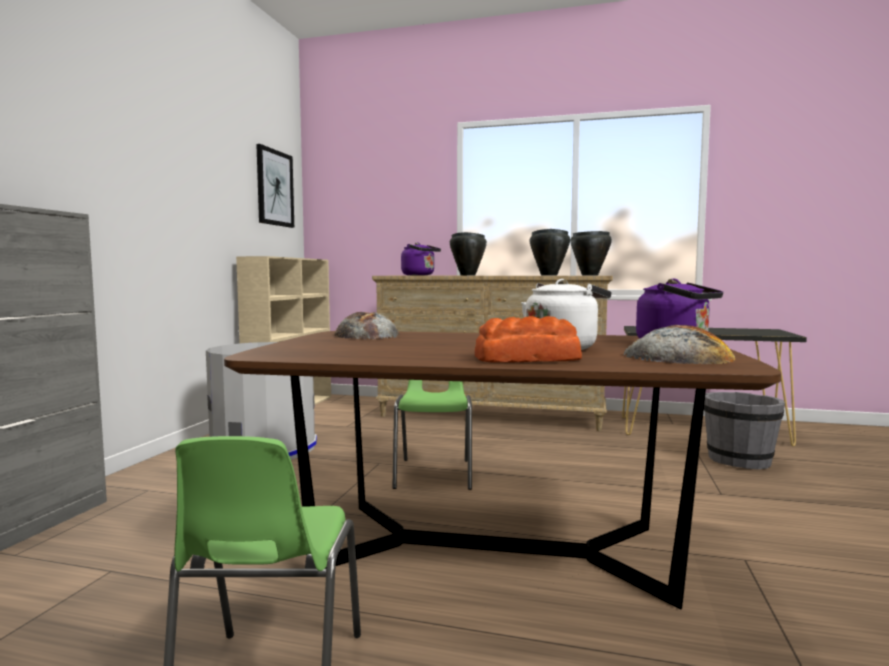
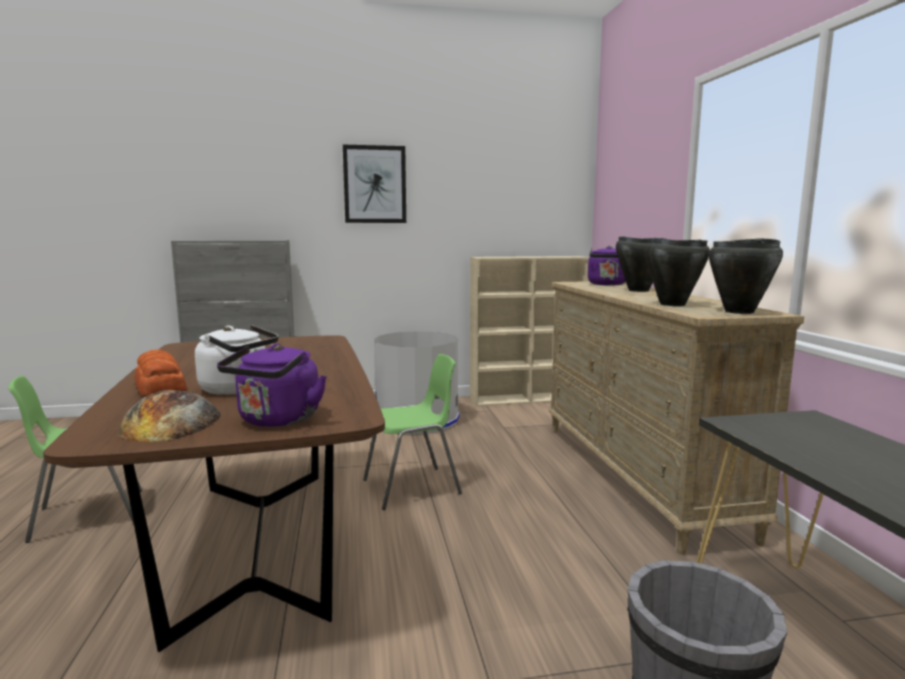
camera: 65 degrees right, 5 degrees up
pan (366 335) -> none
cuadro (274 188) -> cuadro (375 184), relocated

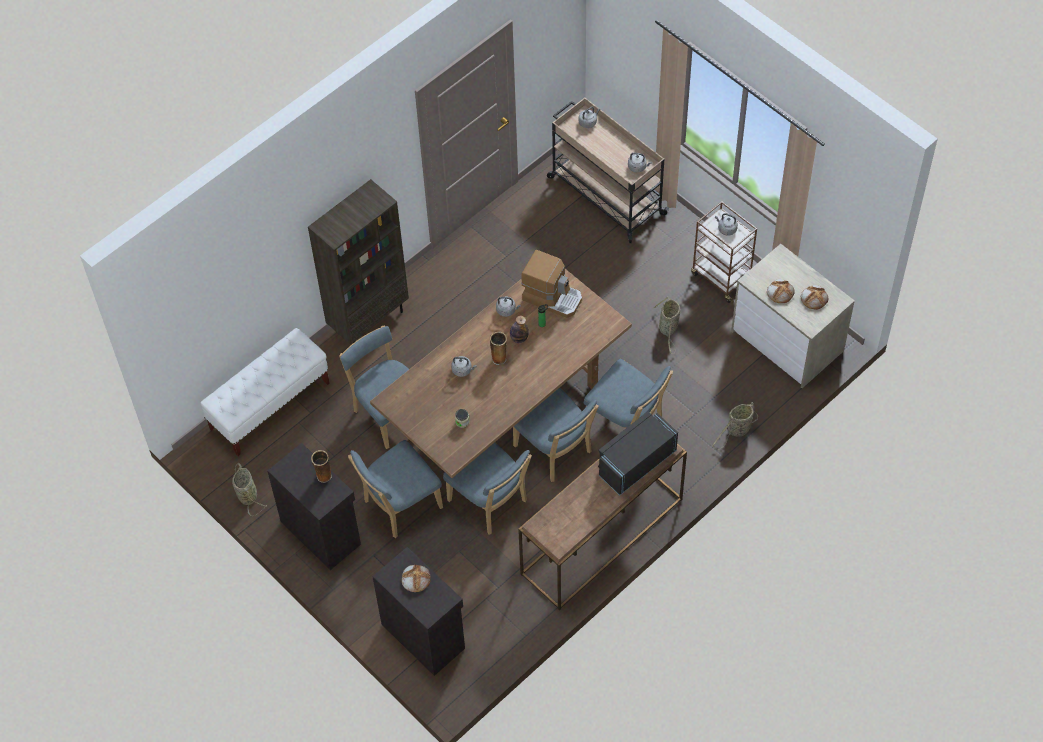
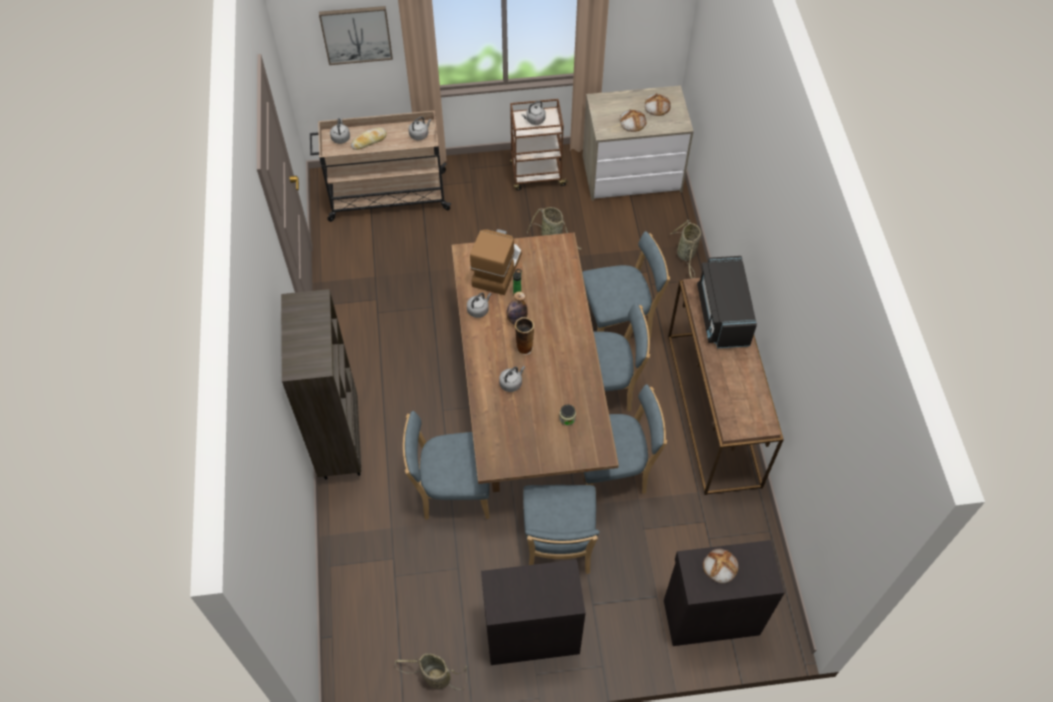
camera: 55 degrees left, 0 degrees up
banco/blanco (270 406) -> none
florero (323 477) -> none
none -> cuadro (356 34)
none -> pan (369 141)
cafetera (552 297) -> cafetera (496 269), 45 degrees counterclockwise

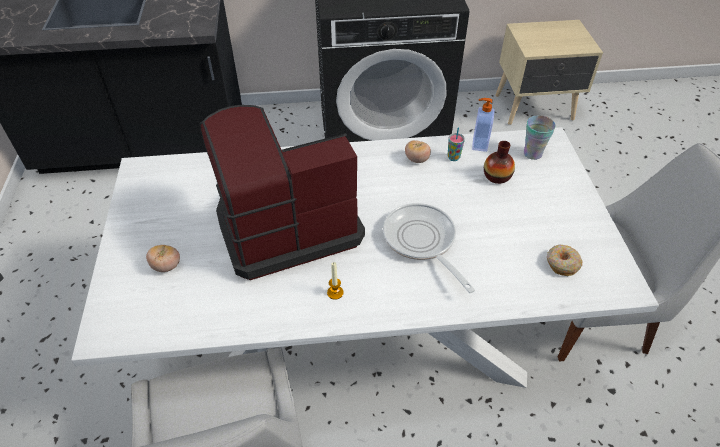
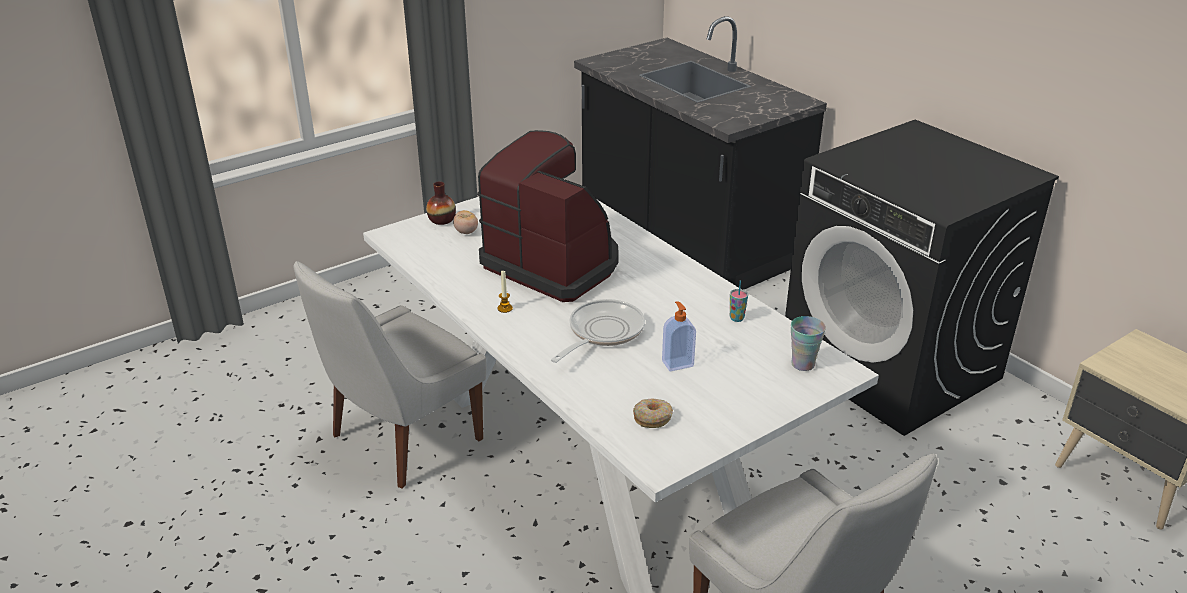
camera: 60 degrees right, 15 degrees down
tomate (417 159) -> none
dispensador de jabón (479 144) -> dispensador de jabón (677 363), relocated
florero (497 176) -> florero (442 220), relocated

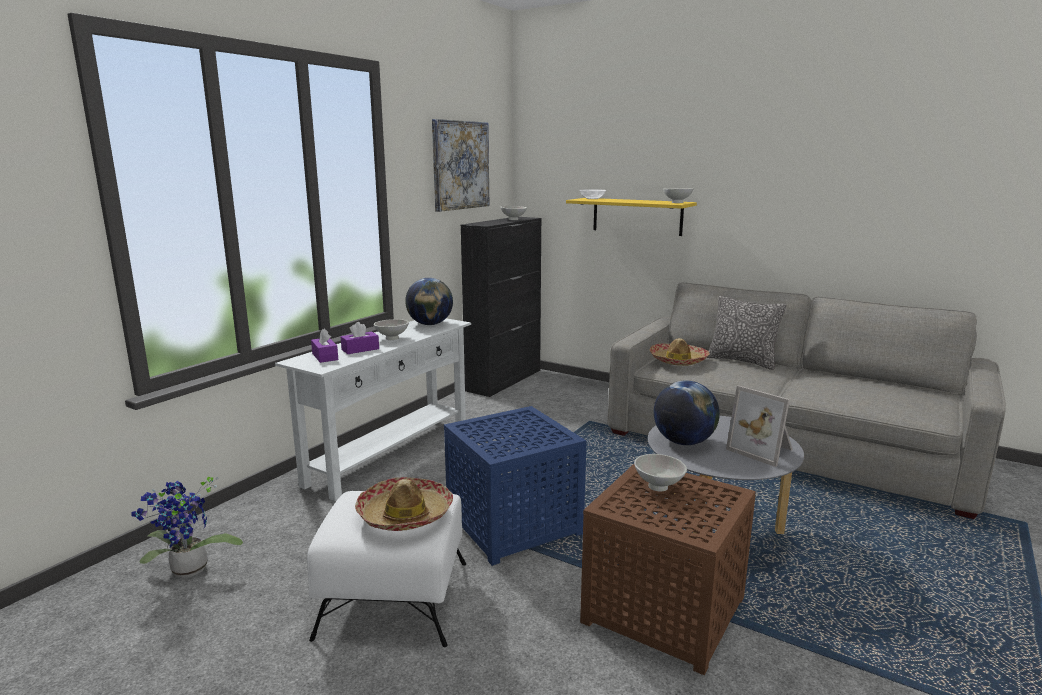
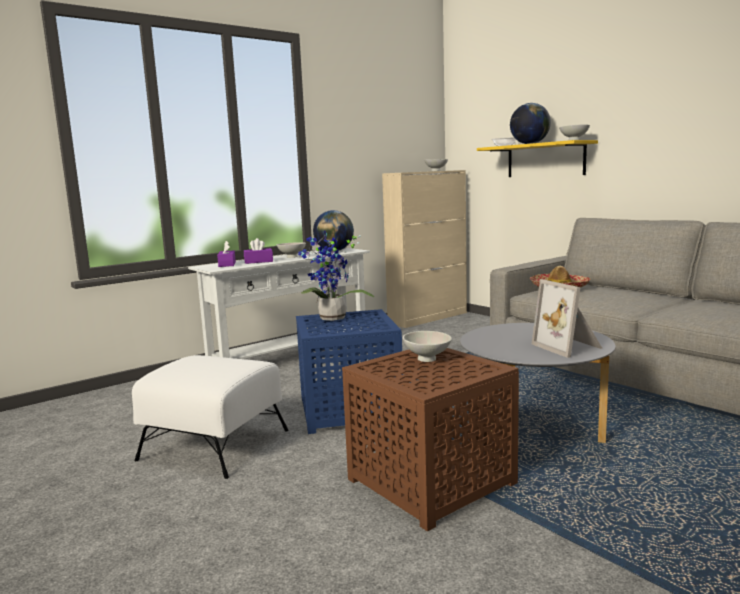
camera: 20 degrees right, 5 degrees down
sombrero (405 514) -> none
cuadro (460 165) -> none
cojín (742 361) -> none
planta en maceta (188 572) -> planta en maceta (331 319), relocated
globo terráqueo (683 442) -> globo terráqueo (529 144), relocated
armario/negro (504 380) -> armario/beis (428 318)

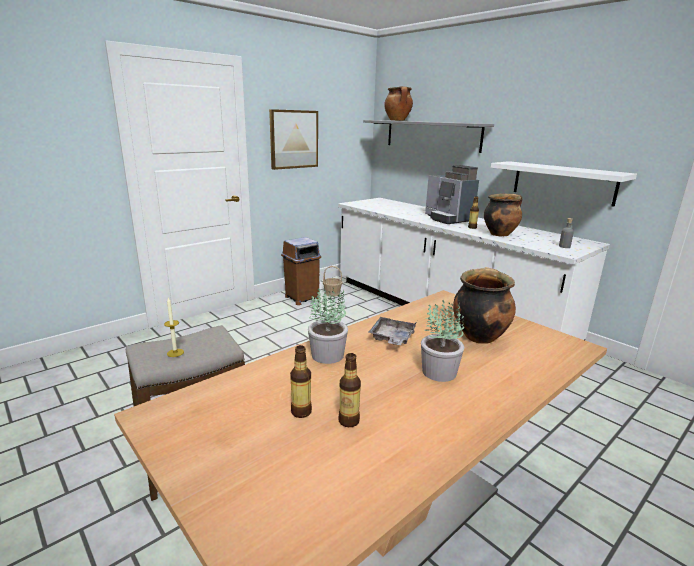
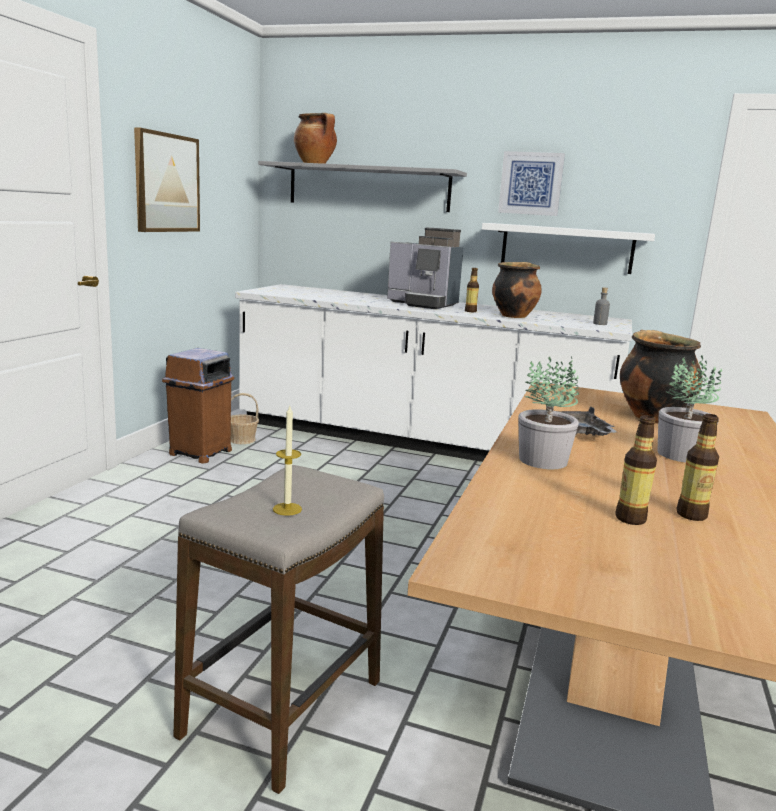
camera: 30 degrees left, 5 degrees down
none -> cuadro (531 183)

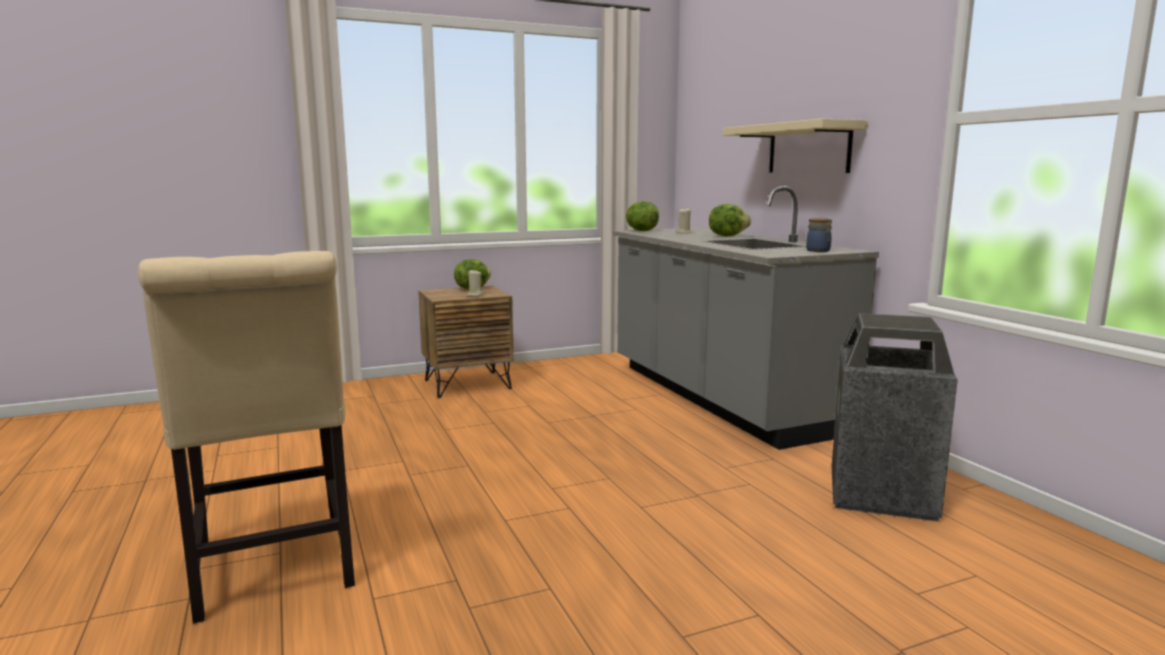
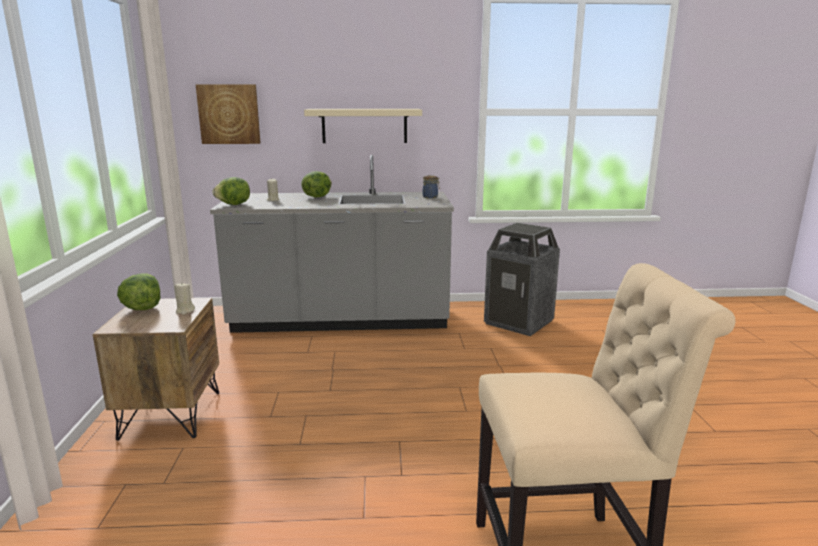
camera: 70 degrees left, 5 degrees up
none -> cuadro (229 114)

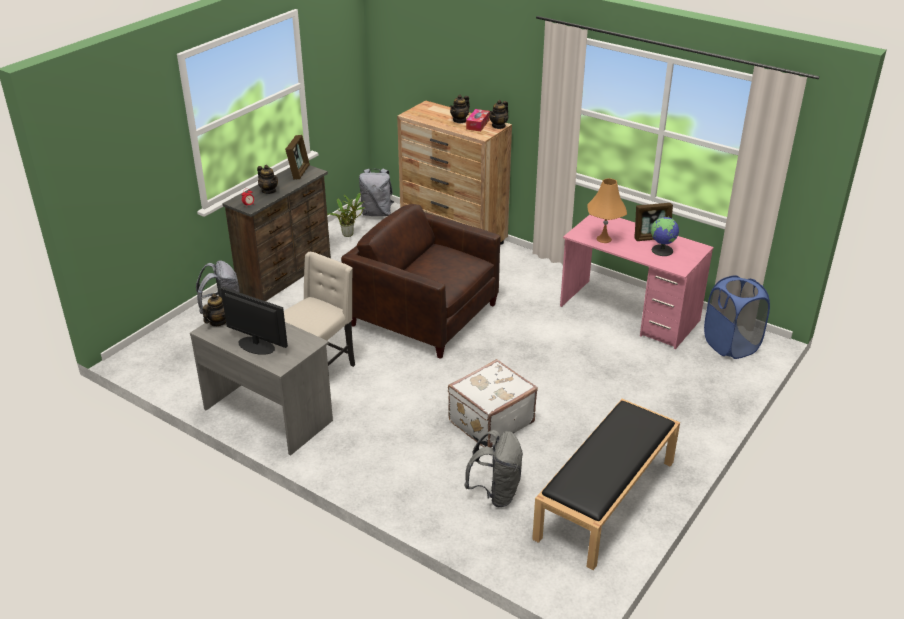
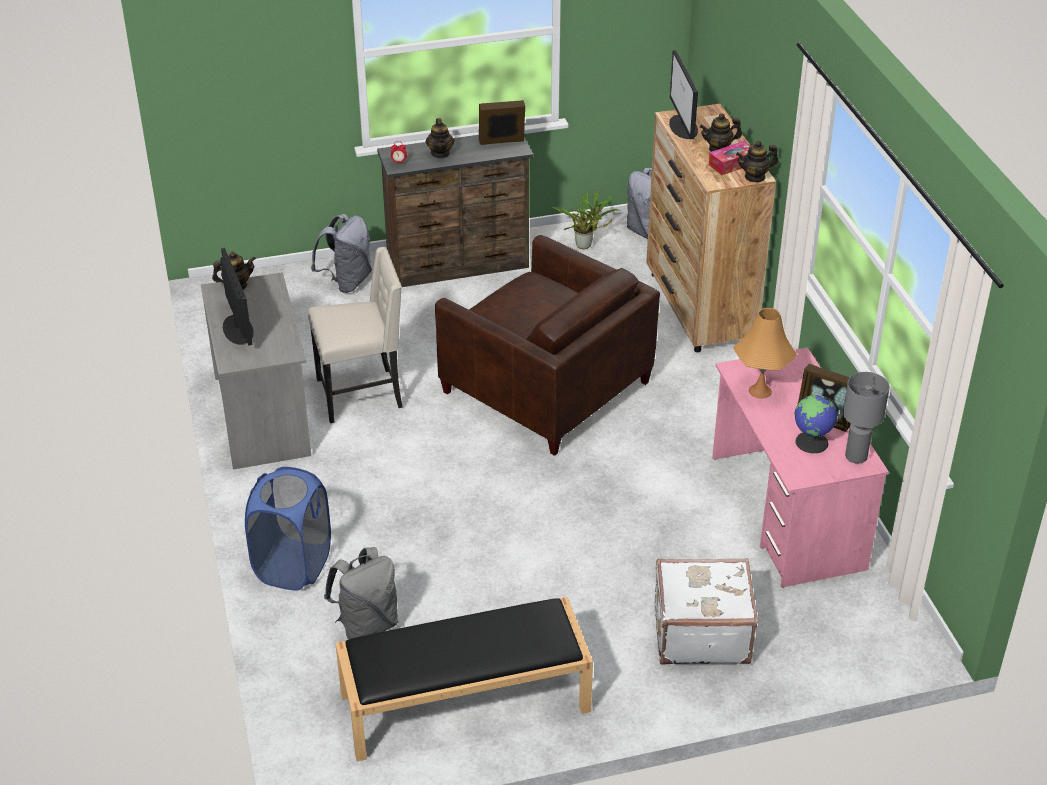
camera: 40 degrees right, 5 degrees up
none -> monitor (683 127)
none -> lámpara de mesa/gris (856 456)
maleta/blanco (490 421) -> maleta/blanco (700 633), relocated
cesto de la ropa/azul (730 345) -> cesto de la ropa/azul (293 566), relocated
portarretratos (299 172) -> portarretratos (501 142), 150 degrees counterclockwise
sillón/marrón (424 315) -> sillón/marrón (545 387), 150 degrees clockwise

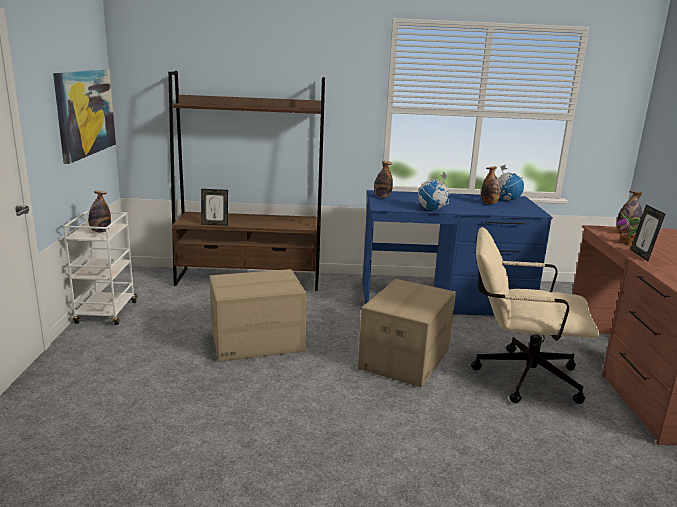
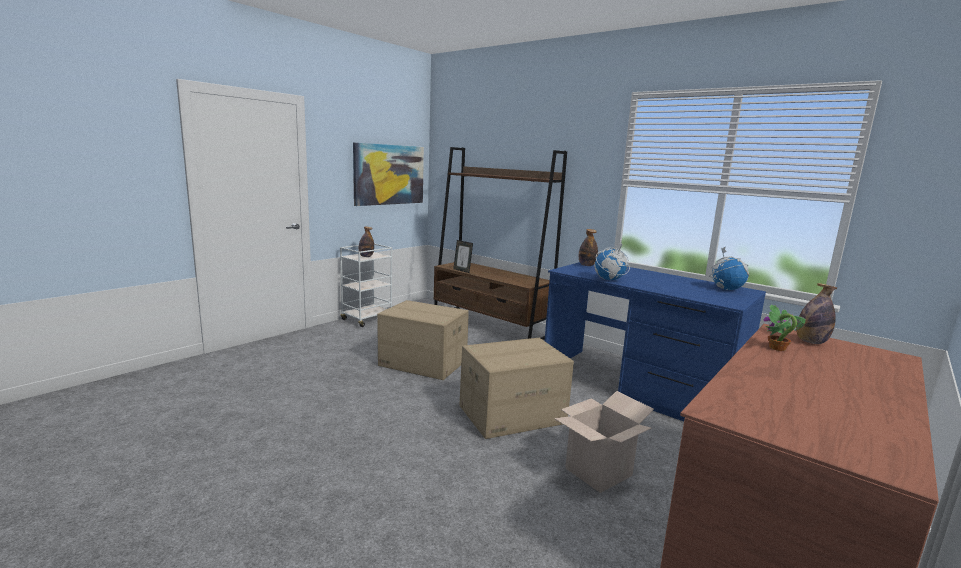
camera: 40 degrees right, 5 degrees down
botella (489 203) -> none
portarretratos (641 255) -> none
silla de oficina/beis (517 376) -> caja de cartón (598 472)

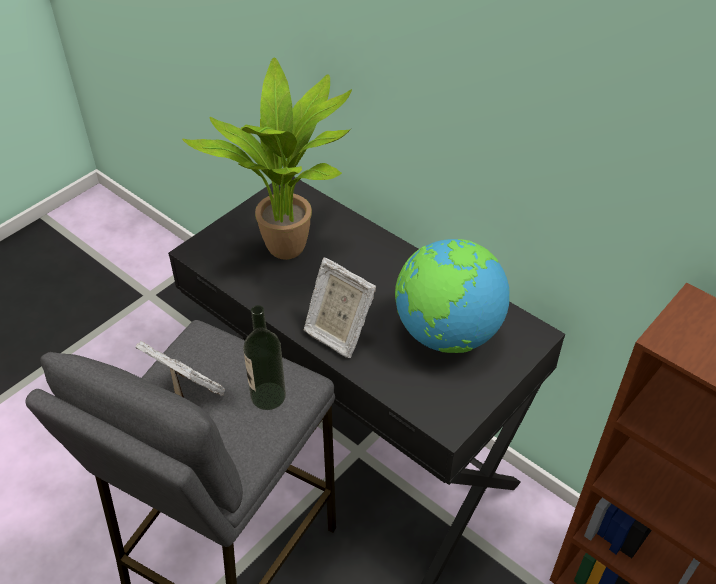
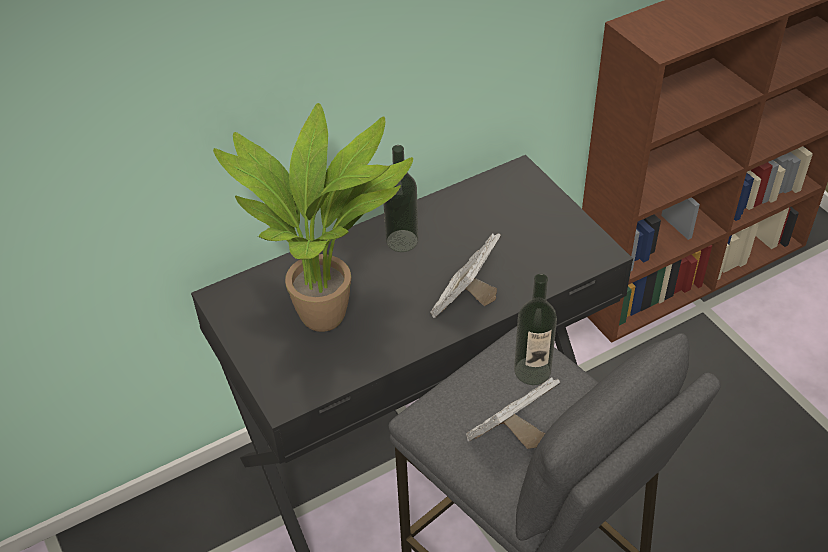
camera: 70 degrees left, 0 degrees up
globo terráqueo (446 333) -> none
none -> botella (402 241)
portarretratos (337 333) -> portarretratos (465 303), 150 degrees clockwise

